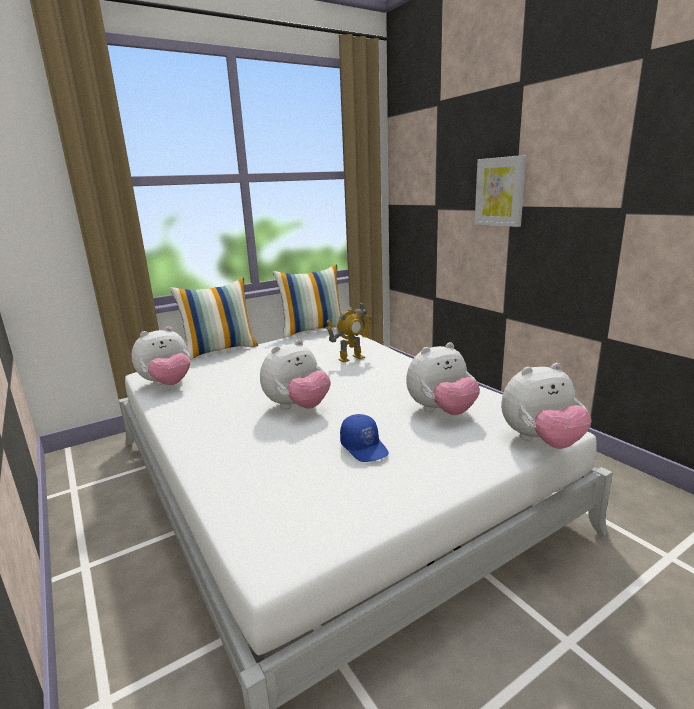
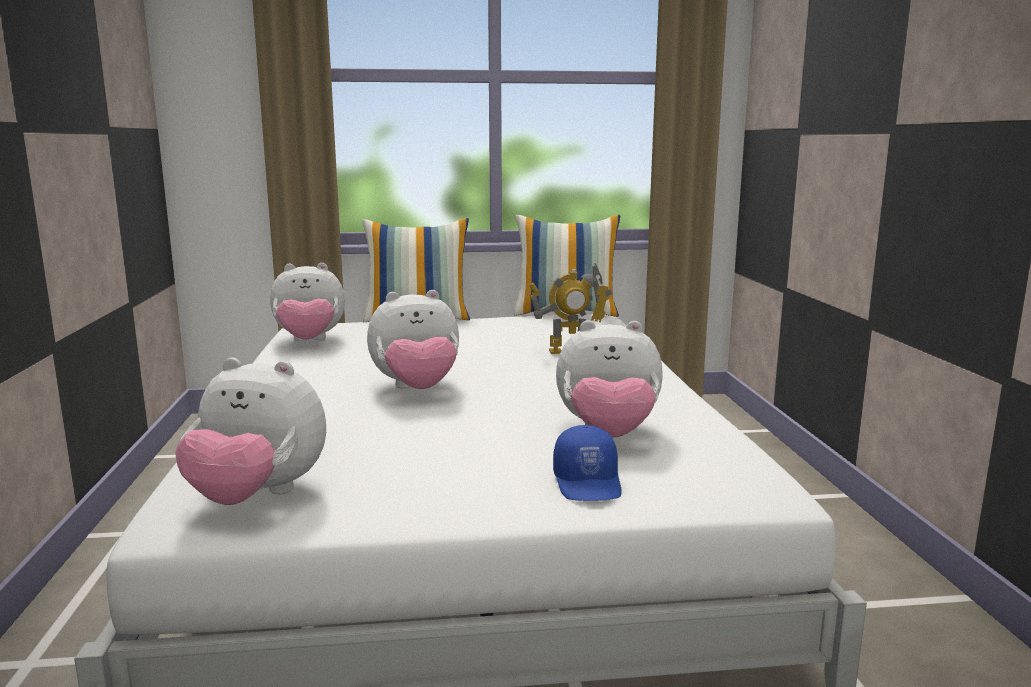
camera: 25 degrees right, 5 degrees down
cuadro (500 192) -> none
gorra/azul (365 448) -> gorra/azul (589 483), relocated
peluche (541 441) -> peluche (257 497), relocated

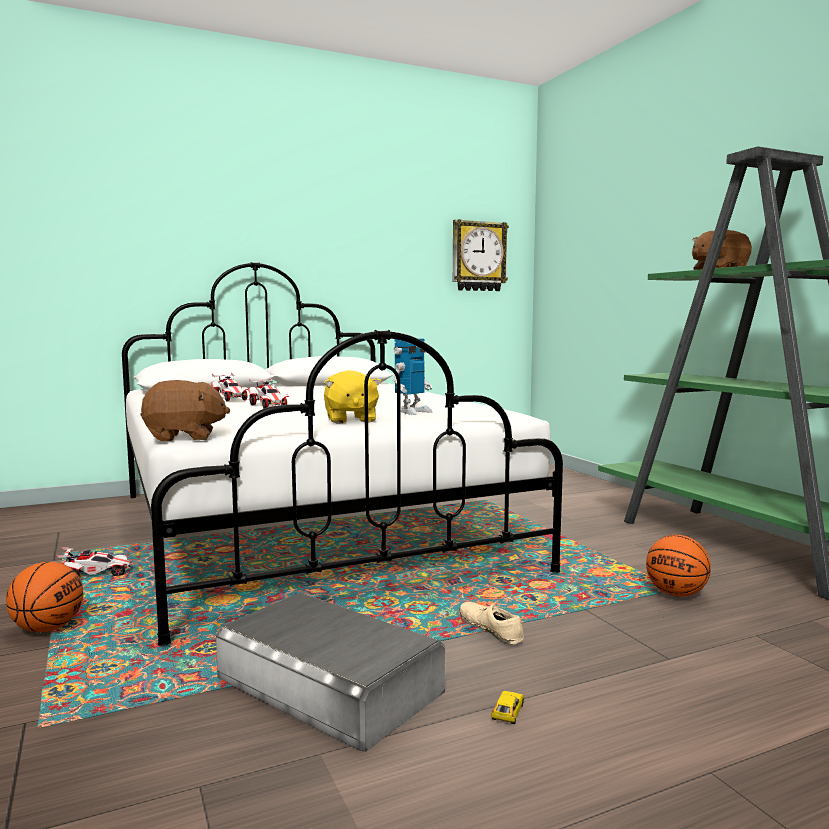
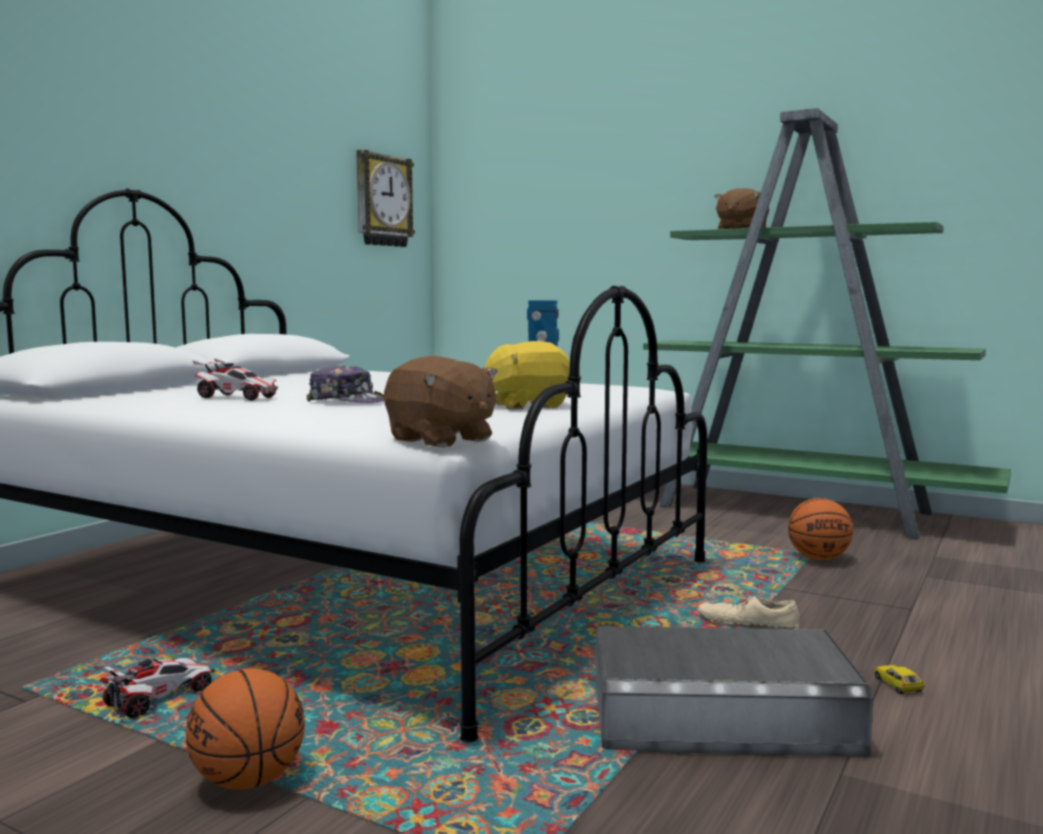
camera: 35 degrees left, 0 degrees up
coche de juguete (269 406) -> gorra (347 401)
peluche/marrón (184 437) -> peluche/marrón (441 440), 90 degrees clockwise
peluche/amarillo (350 420) -> peluche/amarillo (527 405), 120 degrees clockwise

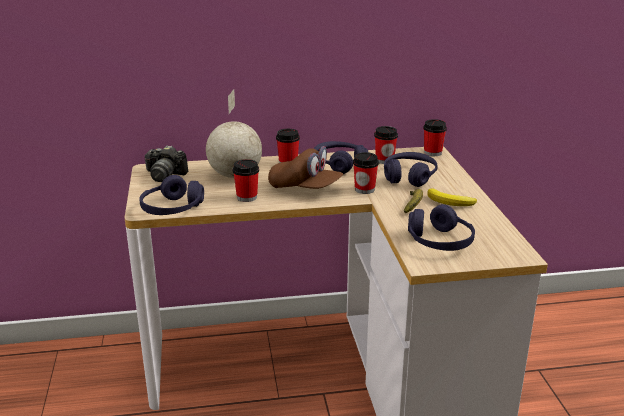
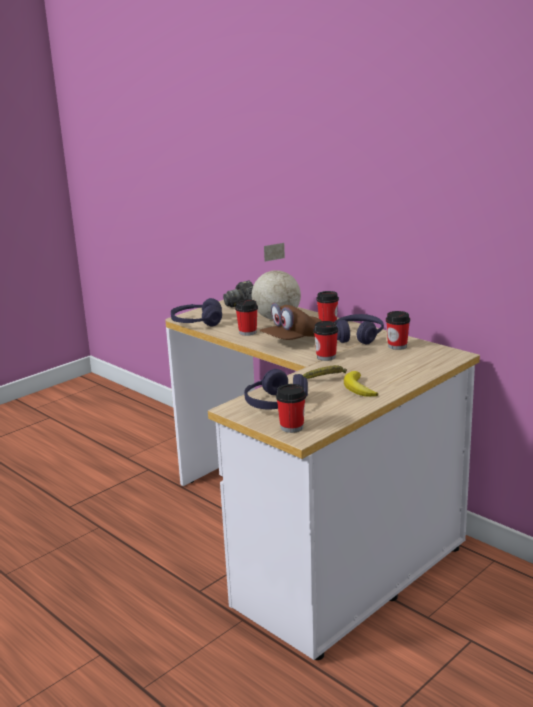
camera: 55 degrees right, 5 degrees down
auriculares/morado (409 177) -> none
taza (433 153) -> taza (292 427), relocated
gorra/marrón (305 188) -> gorra/marrón (293 341), 60 degrees clockwise

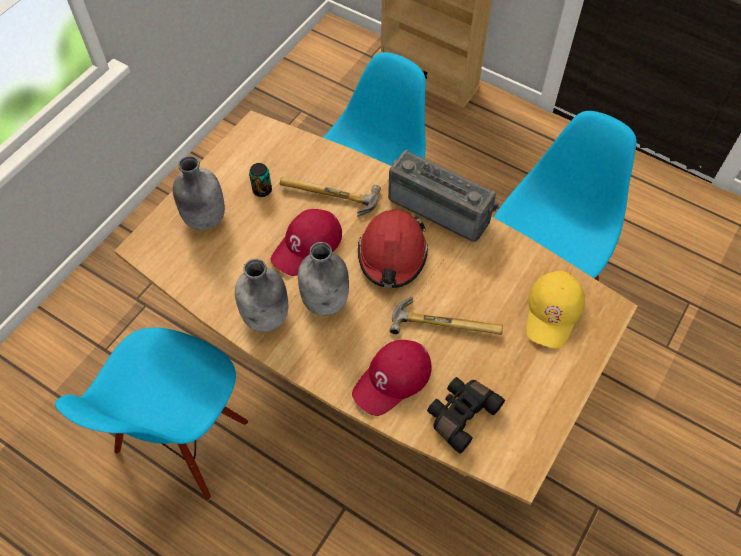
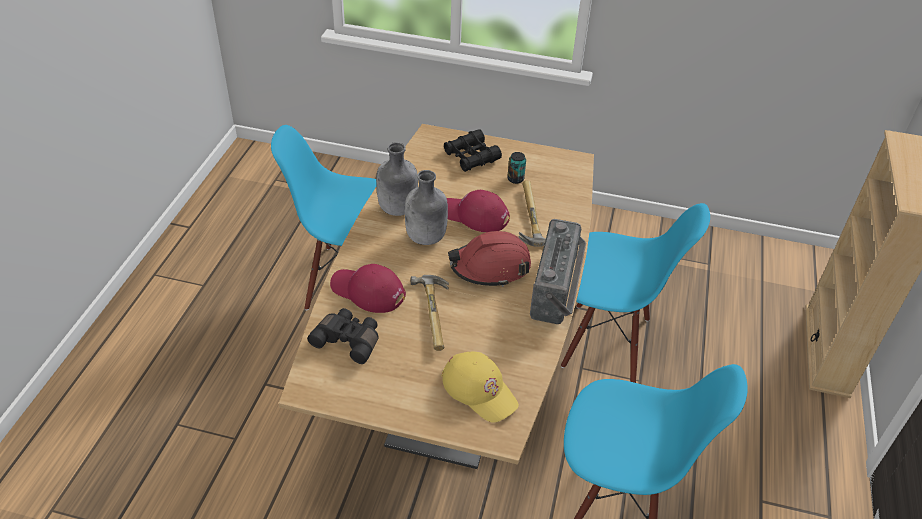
camera: 70 degrees right, 15 degrees down
botella/gris (204 219) -> prismáticos/negro (471 157)
gorra/amarillo (553 311) -> gorra/amarillo (480 390), 135 degrees counterclockwise

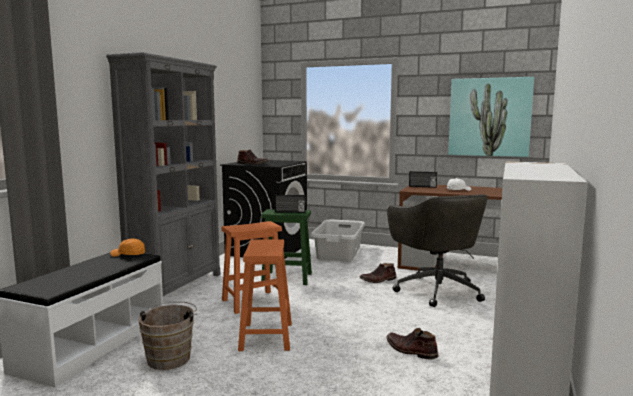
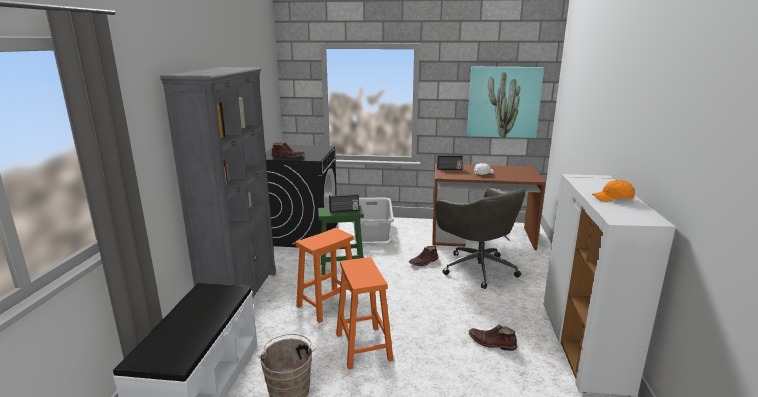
camera: 15 degrees left, 10 degrees up
gorra/naranja (128 255) -> gorra/naranja (613 198), relocated

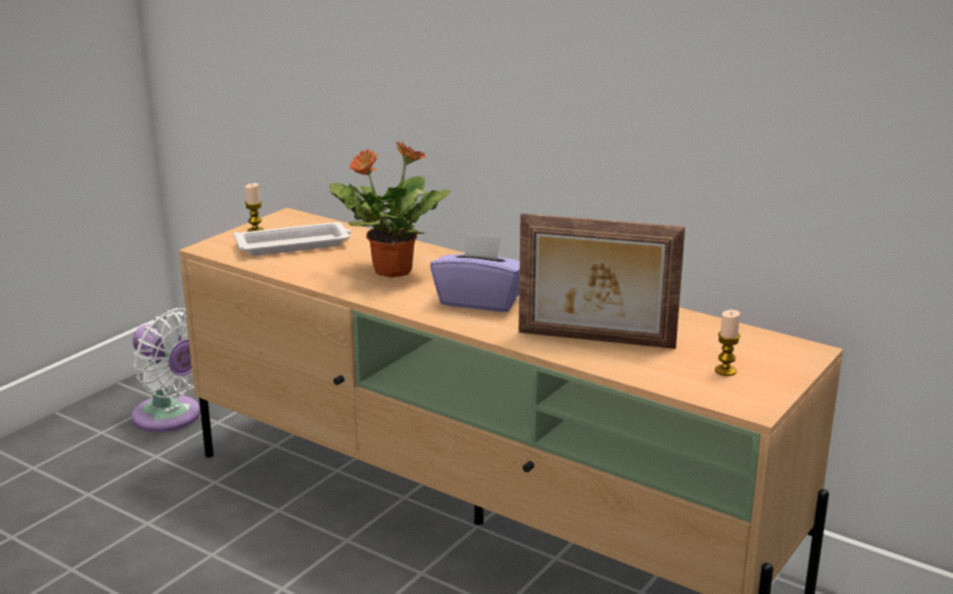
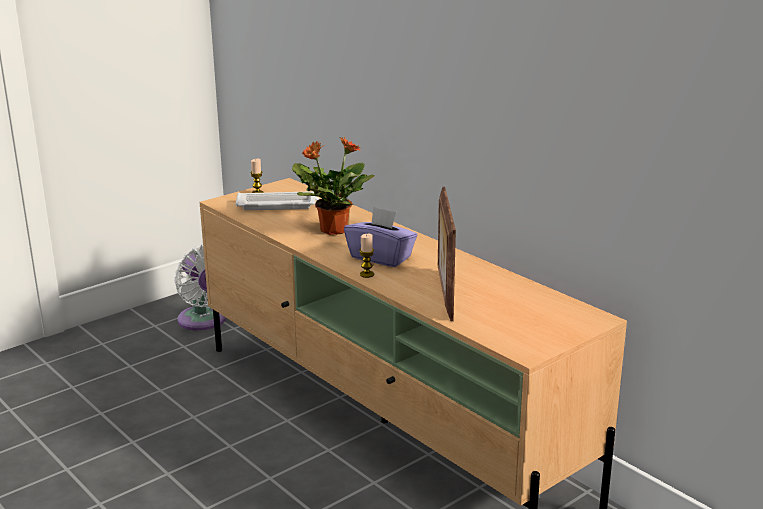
camera: 15 degrees right, 0 degrees up
vela (725 371) -> vela (367 274), relocated
portarretratos (595 341) -> portarretratos (444 294), 60 degrees clockwise

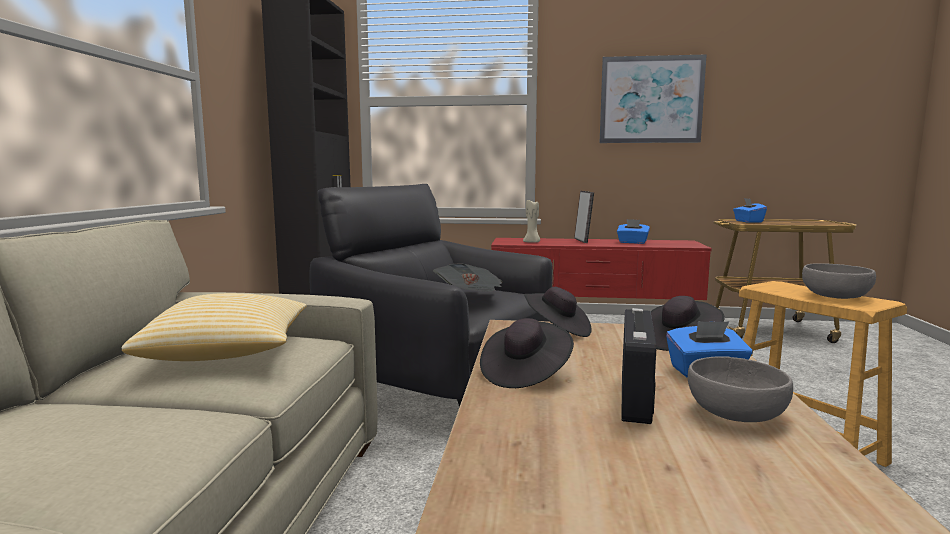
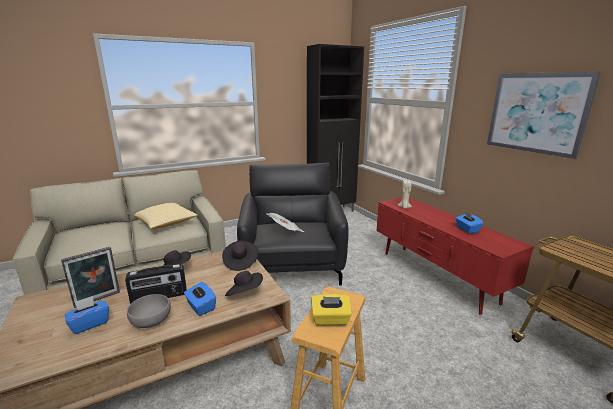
camera: 55 degrees right, 10 degrees up
portarretratos (583 240) -> portarretratos (98 300), relocated
caja de pañuelos/azul (748 221) -> caja de pañuelos/azul (90 324), relocated
cuenco/gris (834 296) -> caja de pañuelos/amarillo (330 320)

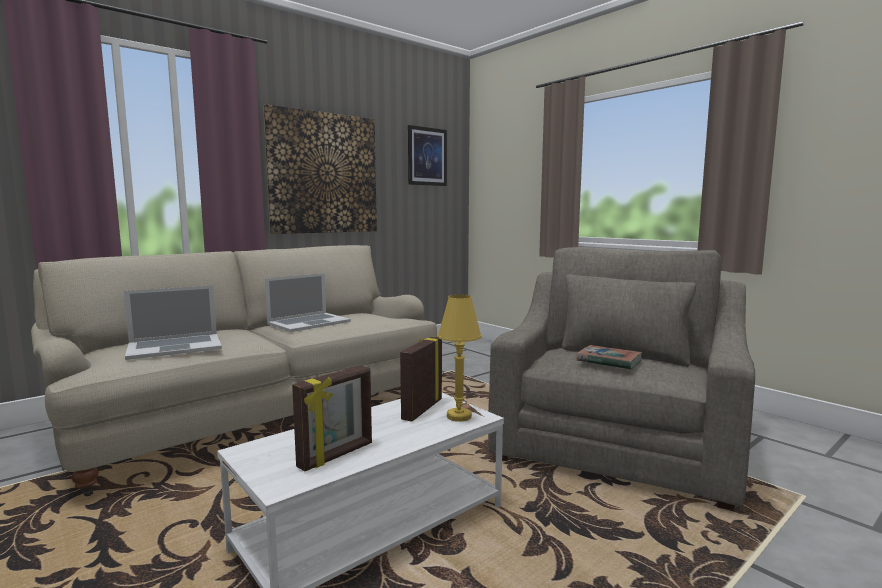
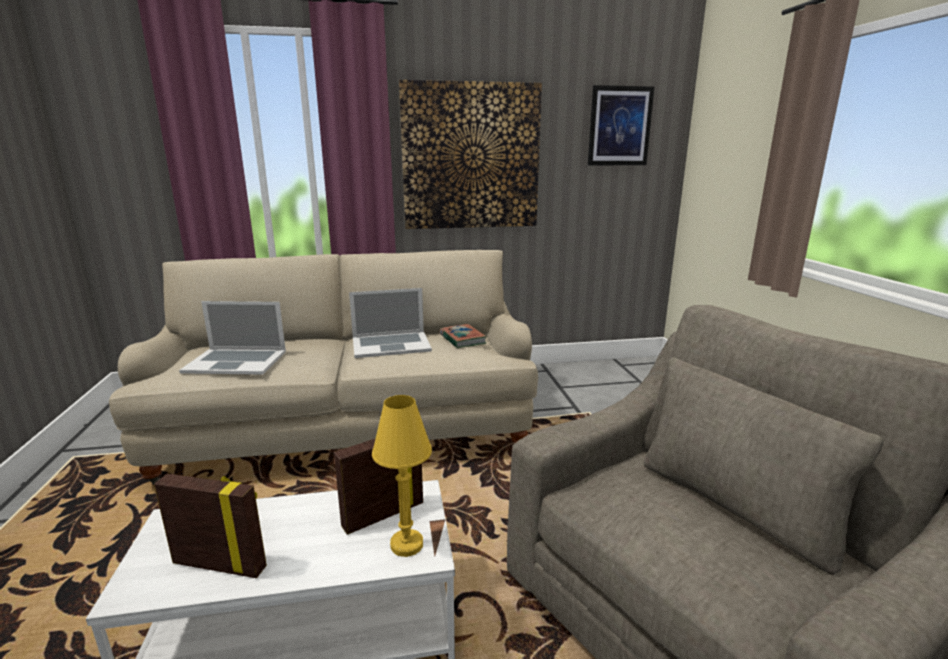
camera: 30 degrees right, 10 degrees up
libro (609 361) -> libro (462 339), relocated
portarretratos (336 456) -> portarretratos (221 564), 150 degrees counterclockwise

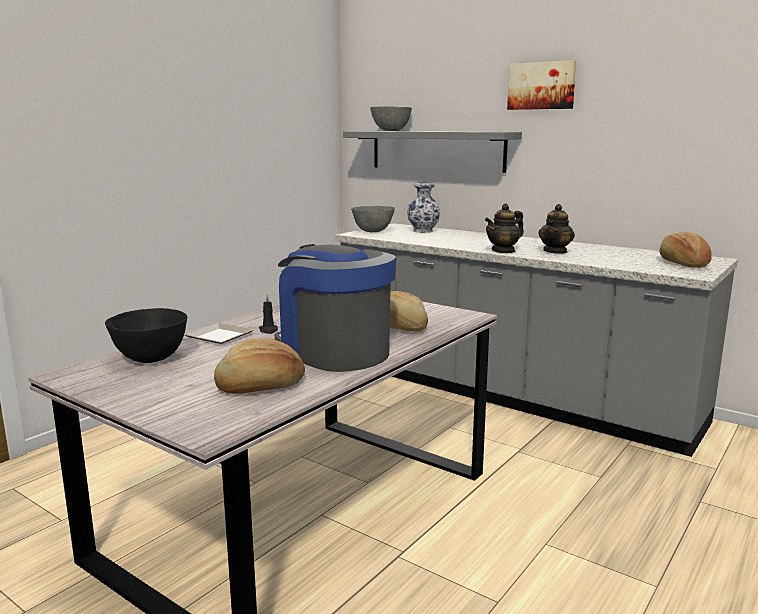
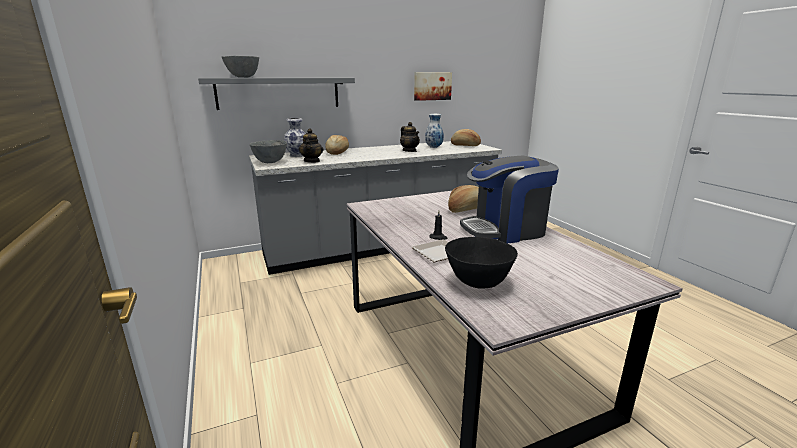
camera: 60 degrees left, 5 degrees up
none -> florero (434 147)
pan (261 386) -> pan (337 152), relocated
tetera (503 251) -> tetera (312 161), relocated
cuadro (541 86) -> cuadro (432 86), relocated

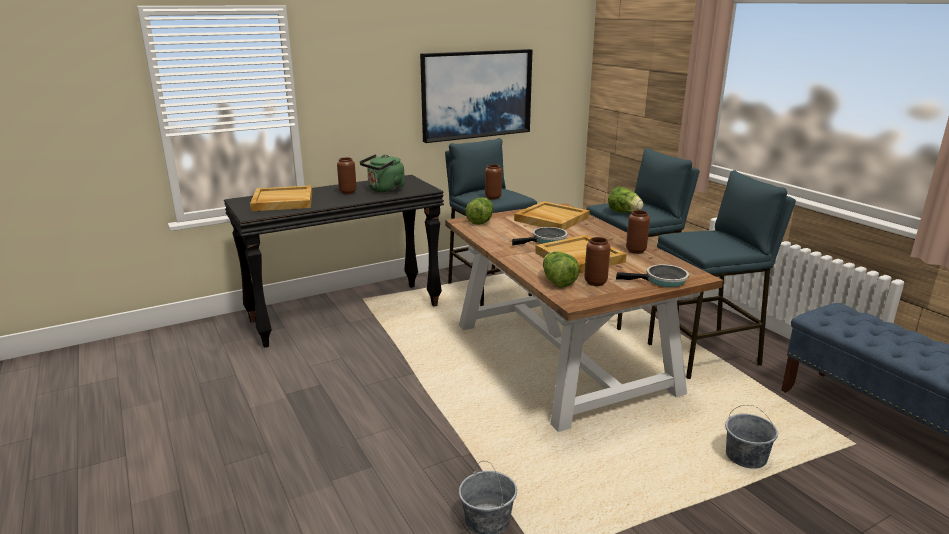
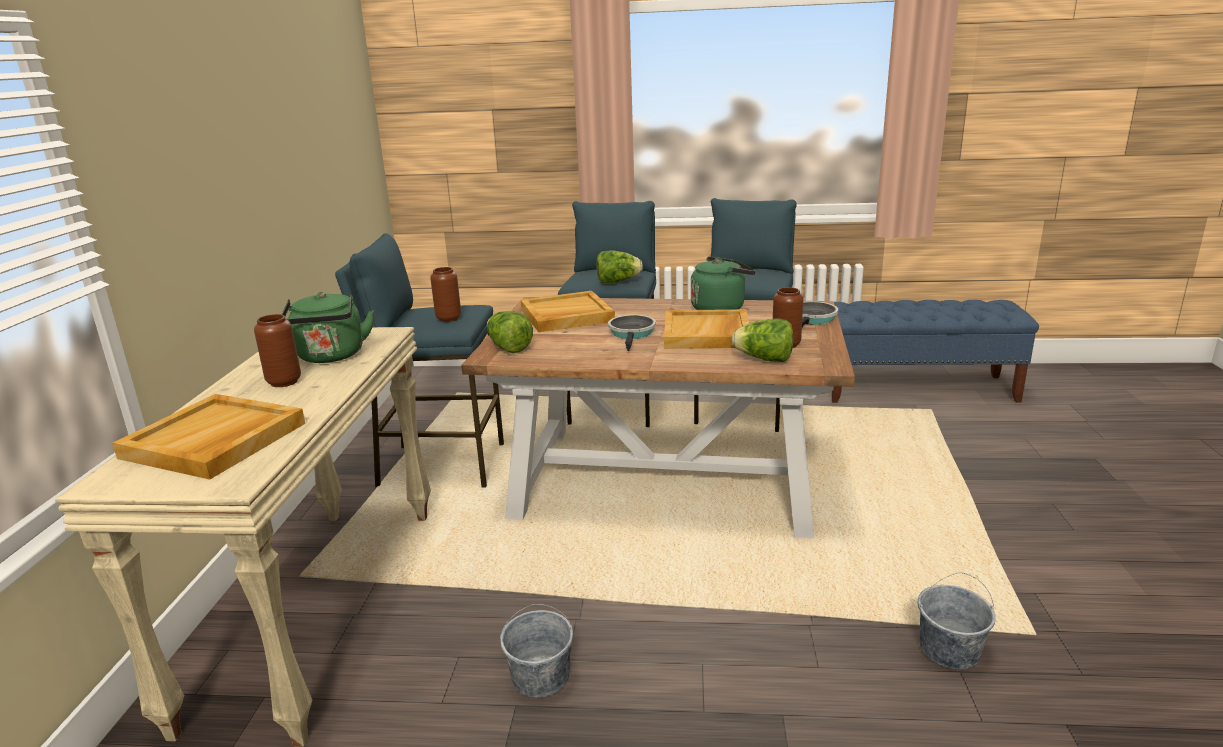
camera: 55 degrees left, 0 degrees up
cuadro (476 94) -> none
cubo/gris (746 457) -> cubo/gris (541 676), relocated
florero/marrón (635 251) -> hervidor/verde (720 308)
mesa consola/negro (346 313) -> mesa consola/beis (319 608)

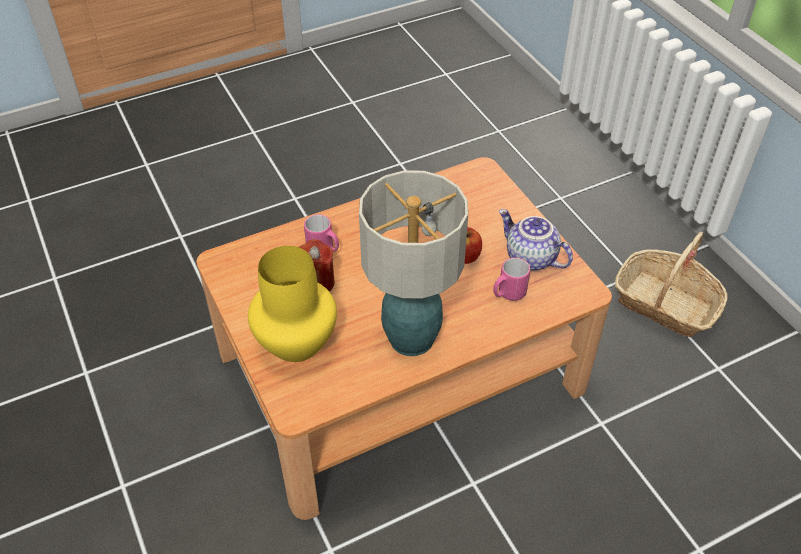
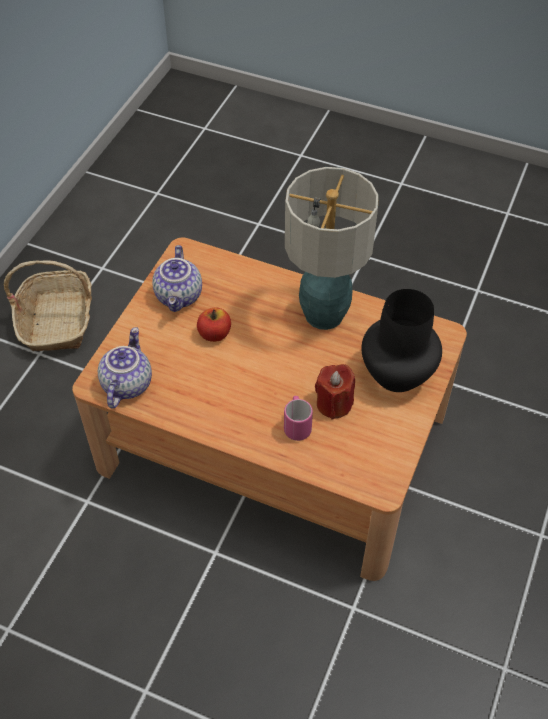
camera: 130 degrees left, 5 degrees up
taza grande/rosa (508 294) -> none
none -> tetera (126 384)
florero/amarillo (298 342) -> florero/negro (396 373)

